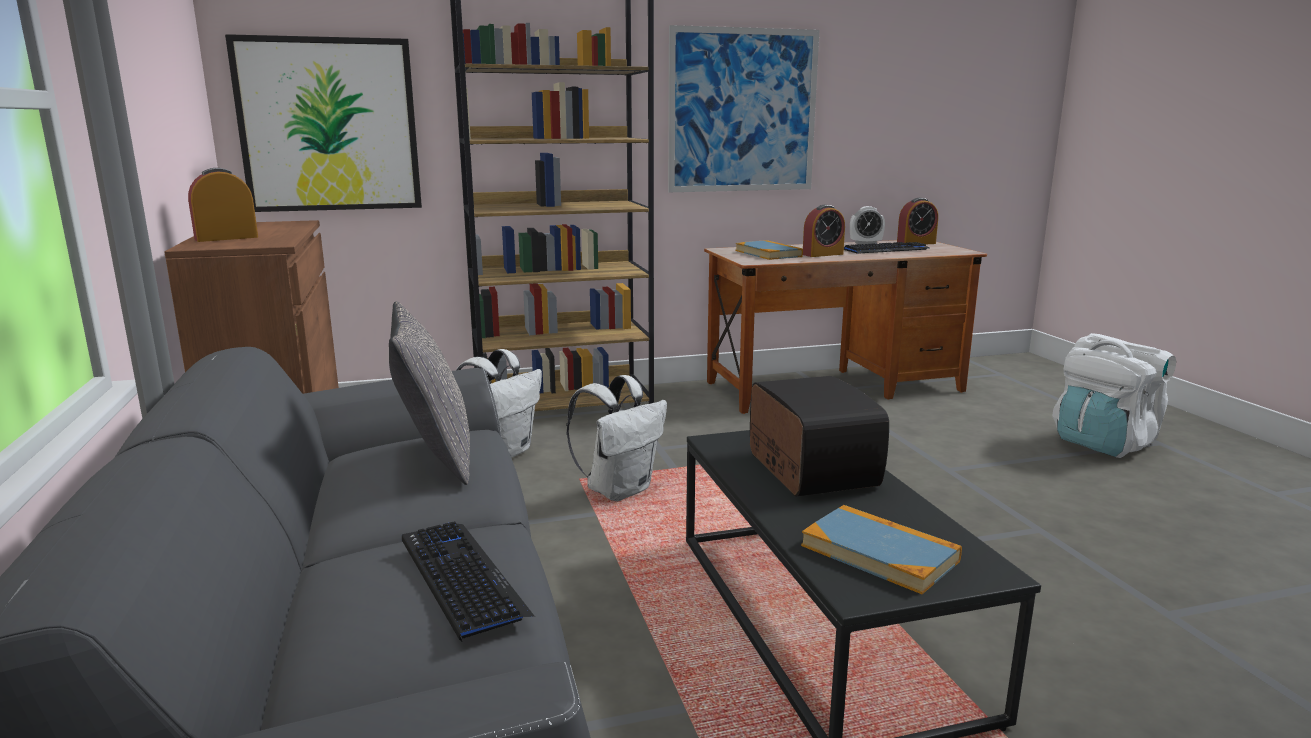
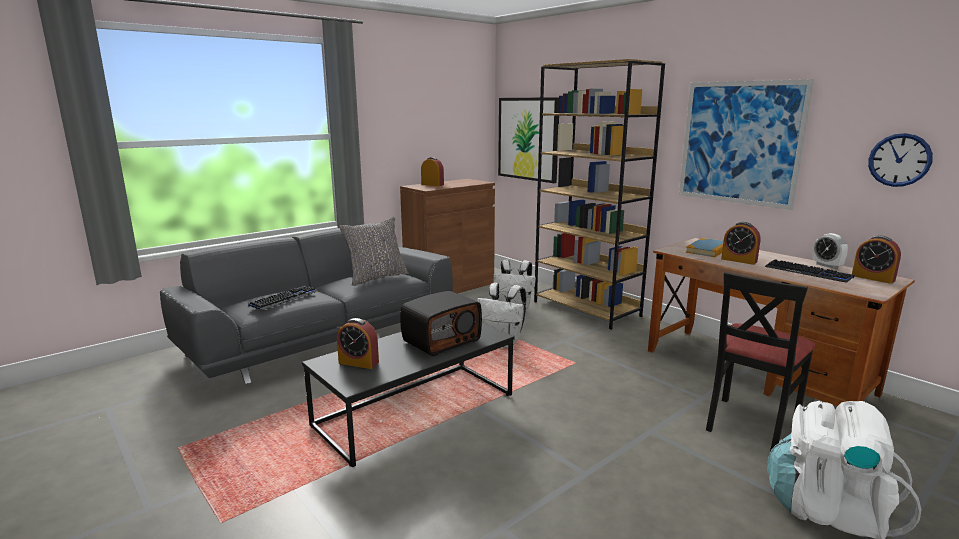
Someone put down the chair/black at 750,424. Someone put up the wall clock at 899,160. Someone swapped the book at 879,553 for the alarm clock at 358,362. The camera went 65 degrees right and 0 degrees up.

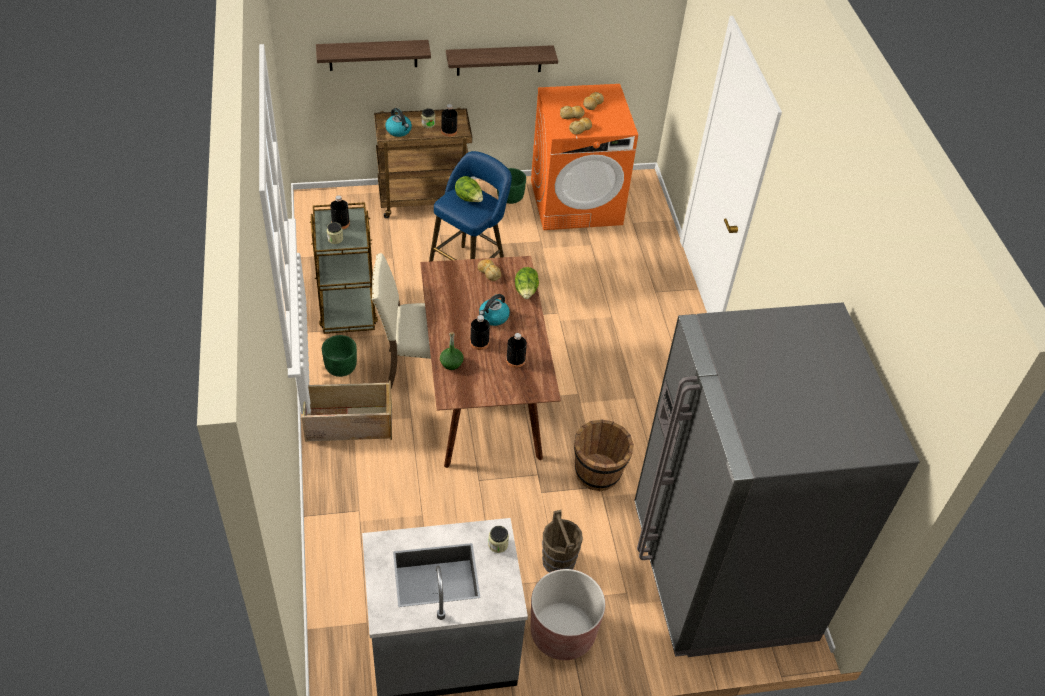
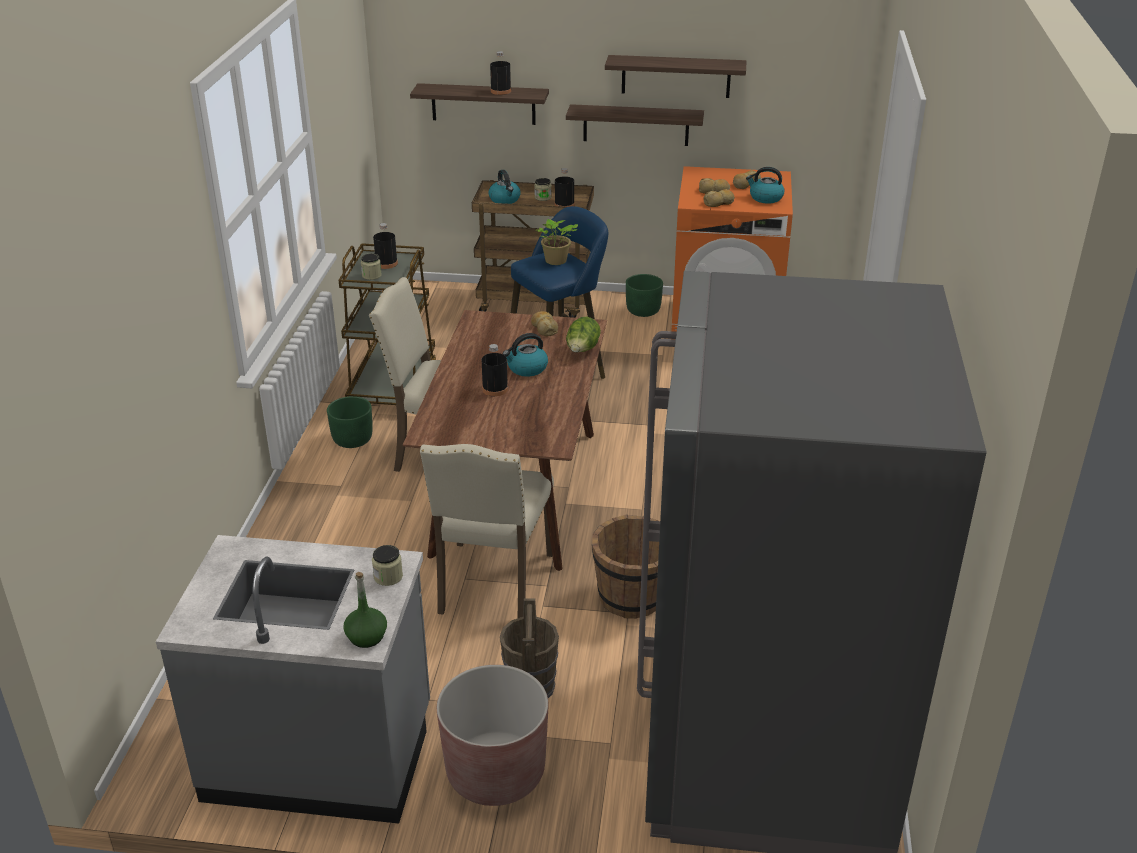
Someone took away the crate at 348,424. Someone put down the chair/beige at 492,584. Someone put up the shelf at 676,76. Someone put down the kettle at 765,198. Someone carried the bottle/green from 451,363 to 366,637. Someone carried the bottle/black from 515,360 to 501,91. Someone swapped the lettuce at 469,199 for the potted plant at 555,261. The camera went 20 degrees right and 15 degrees down.

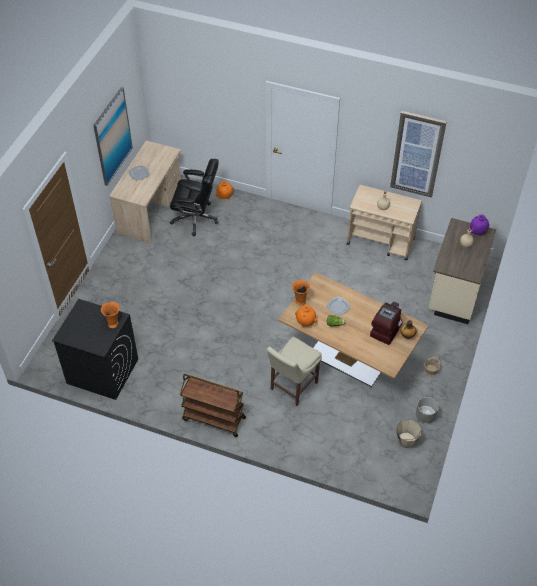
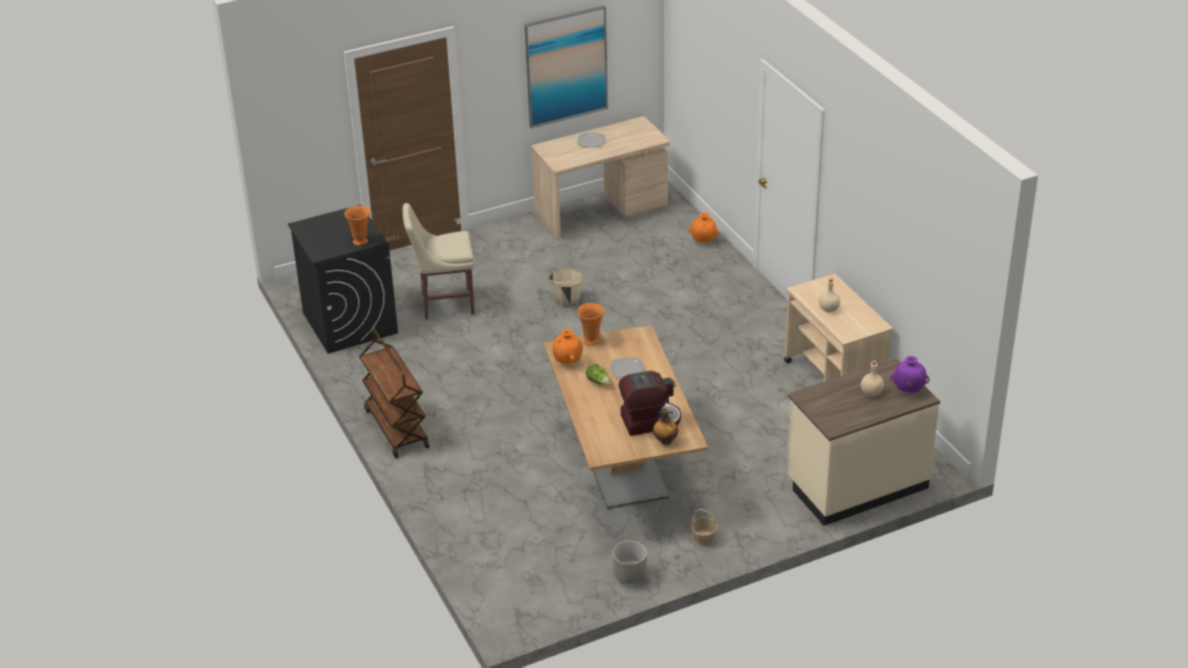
Someone took away the office chair/black at 196,218. Someone took away the picture at 417,154. Someone carried the chair/beige from 292,387 to 444,303. Someone carried the bucket/beige from 406,440 to 566,300. The camera went 45 degrees right and 15 degrees down.

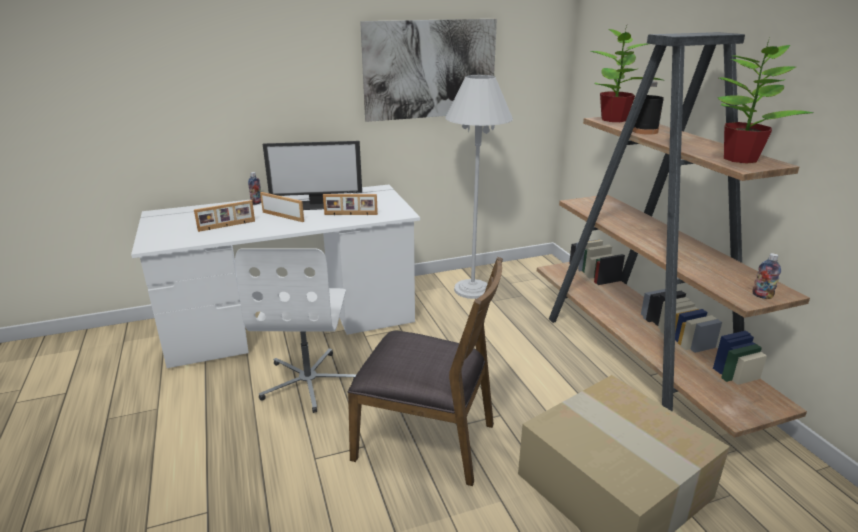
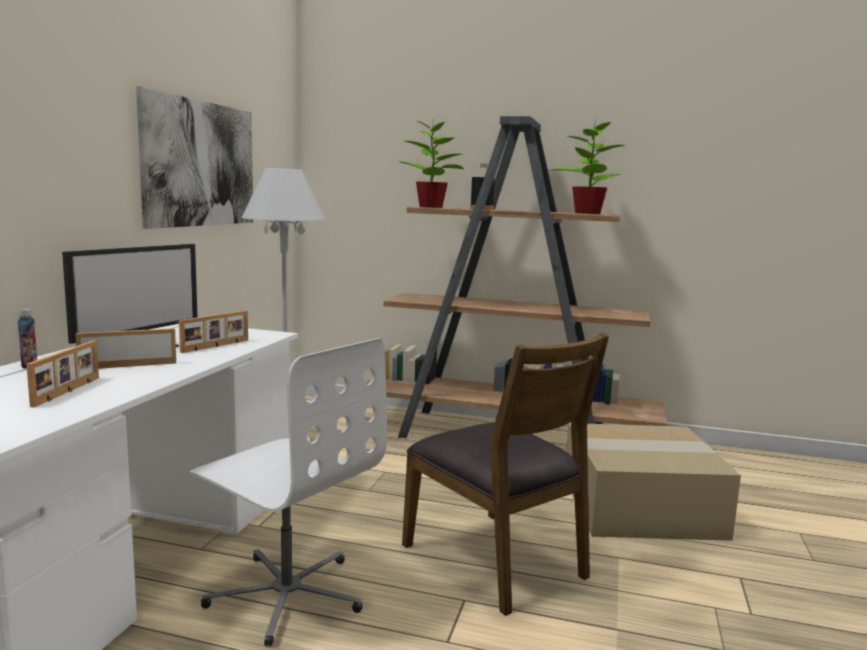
Someone took away the bottle at 762,296. Someone rotated the chair/brown at 426,439 by 90 degrees clockwise. The camera went 55 degrees left and 15 degrees down.

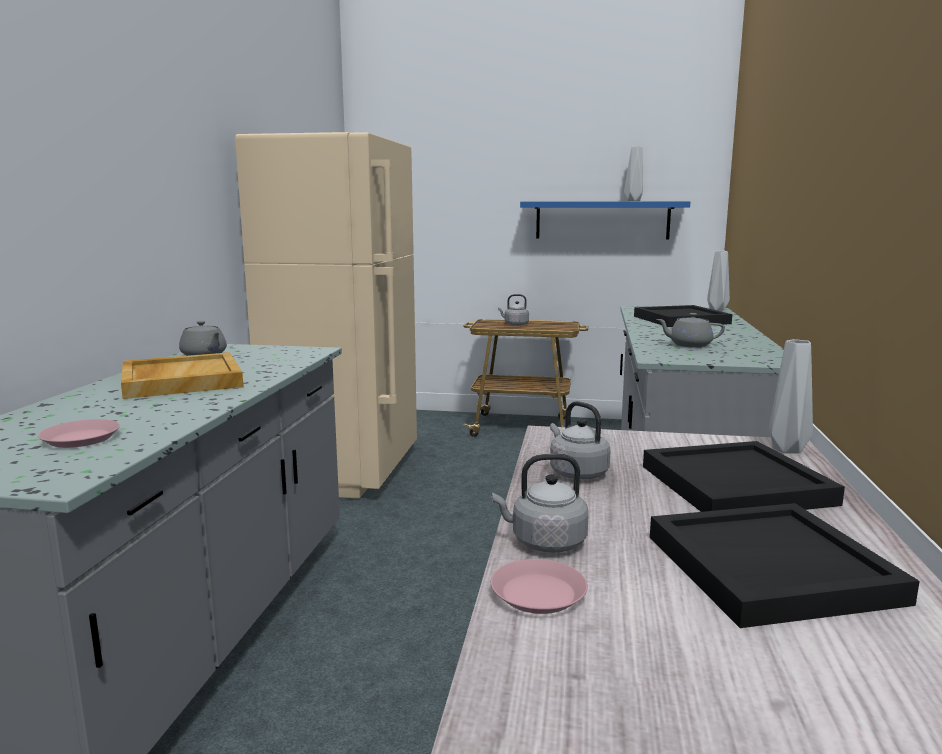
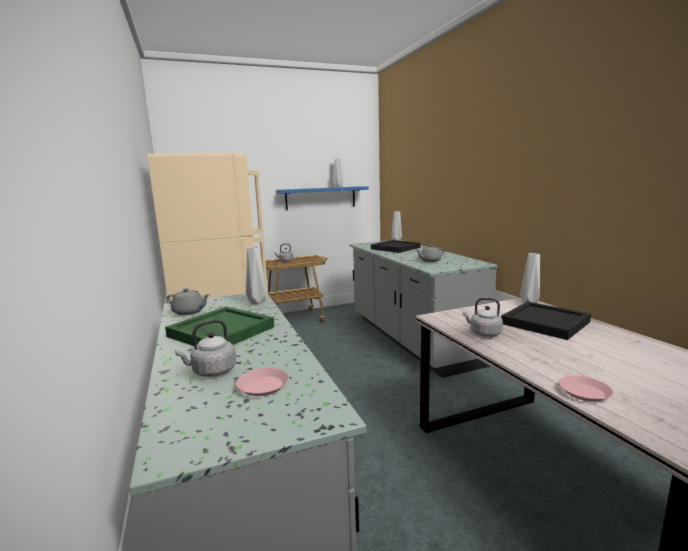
Someone took away the tray/black at 769,569. Someone put down the vase/grey at 258,302. Someone carried the kettle/grey from 544,542 to 212,371. Someone repainted the tray/beige at 180,380, which became the tray/green at 220,332. The camera went 30 degrees left and 0 degrees up.

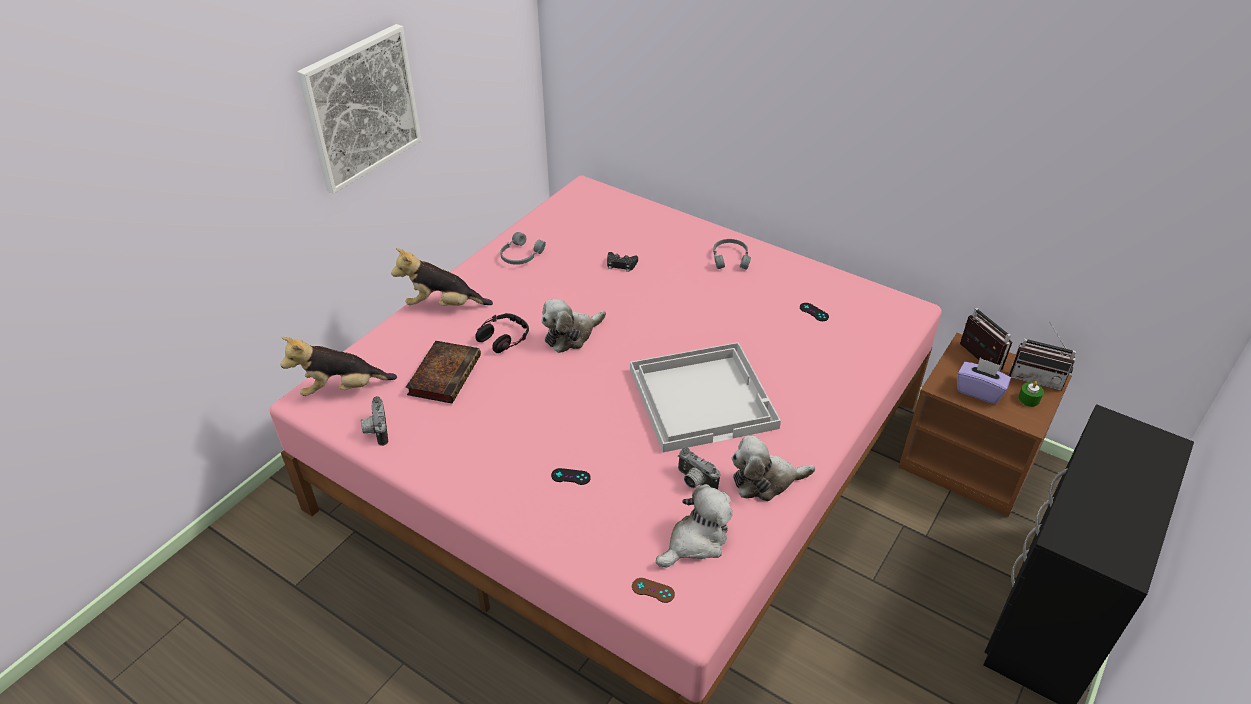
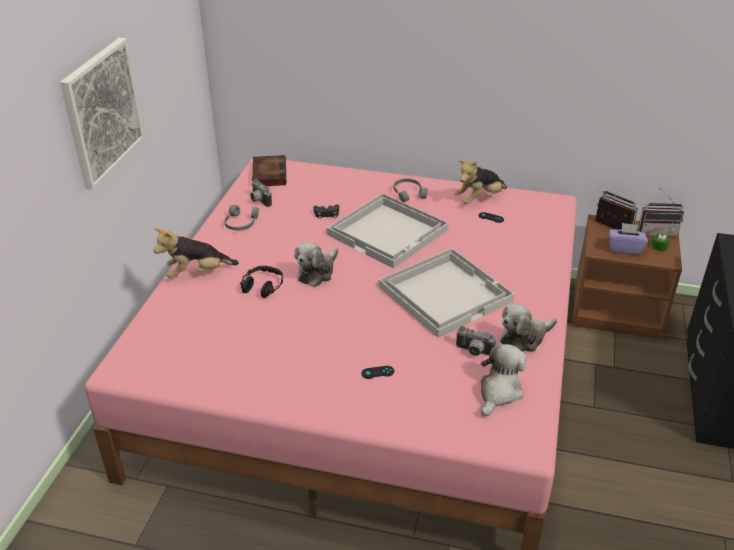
Someone took away the game controller/brown at 653,590. Someone put down the tray/white at 389,232. Someone carried the plush toy from 342,389 to 479,199. Someone carried the photo camera from 375,430 to 259,201. Someone carried the book from 445,374 to 269,173. The camera went 20 degrees left and 5 degrees down.

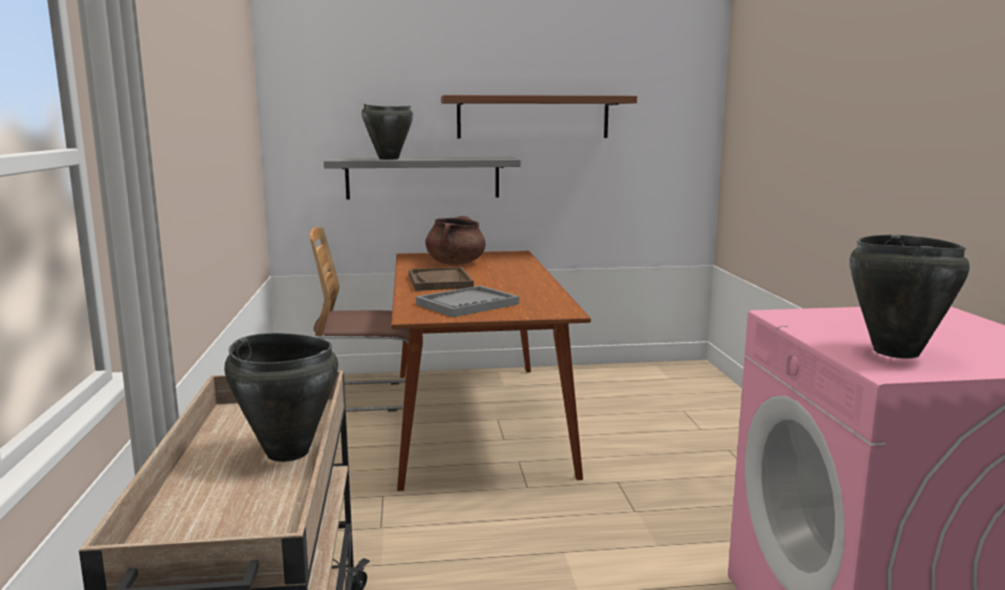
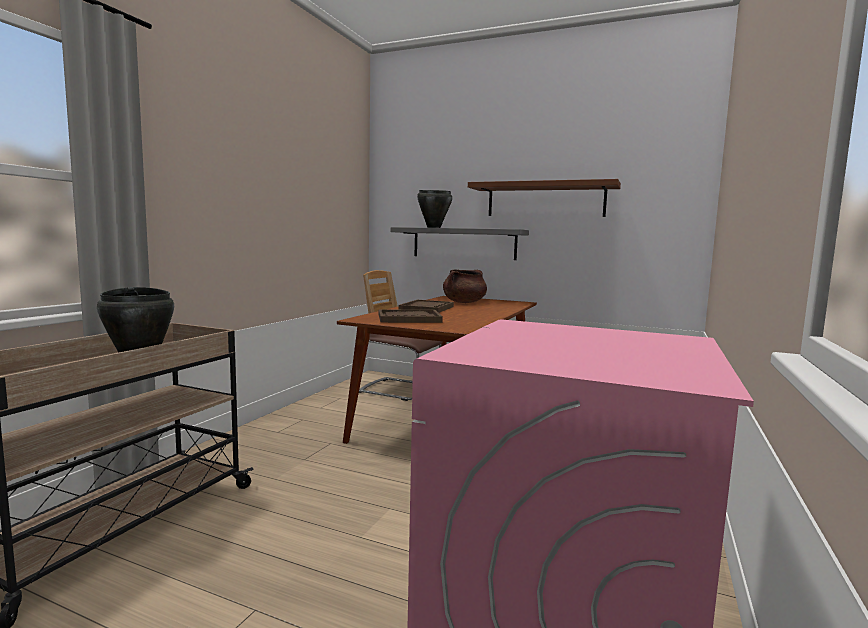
Someone took away the cooking pot/black at 895,352. Someone repainted the tray/grey at 467,304, which became the tray/brown at 409,318. The camera went 30 degrees right and 5 degrees down.

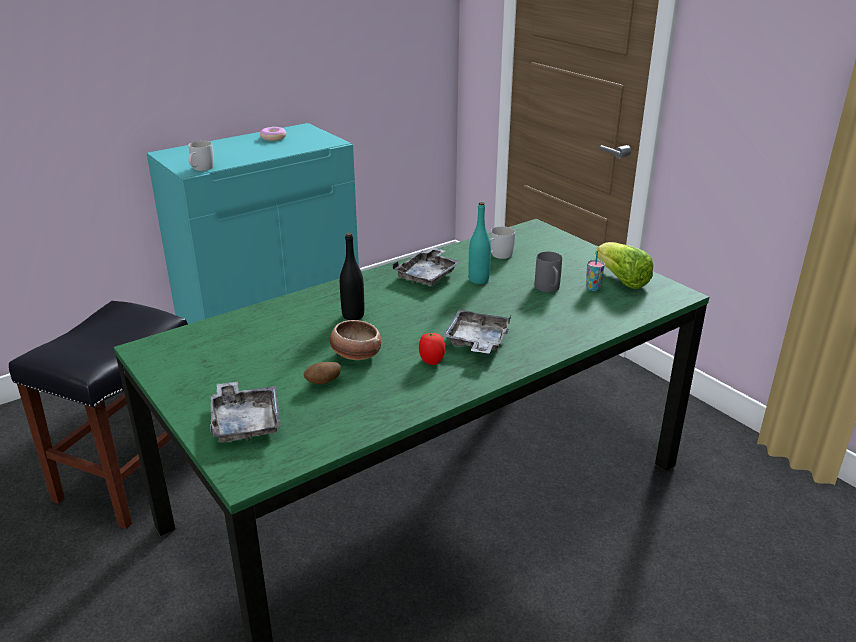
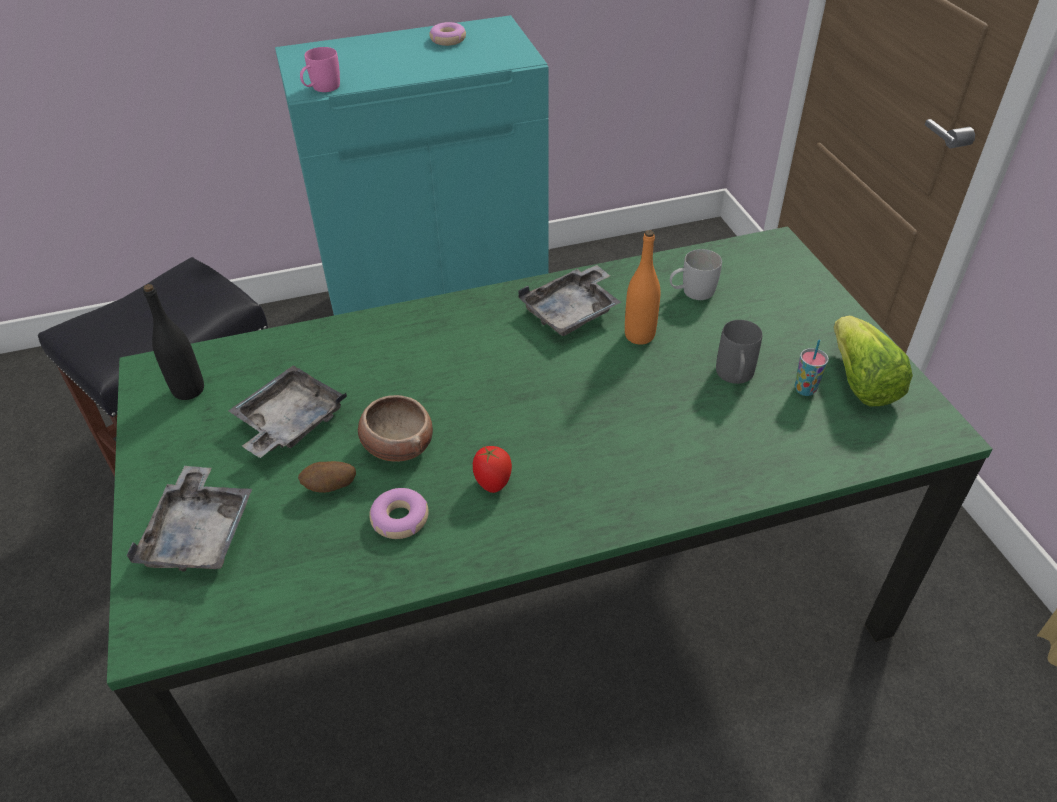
Someone put down the donut at 400,519. Someone carried the bottle/black from 353,315 to 188,390. Someone carried the tray/grey from 477,341 to 289,422. Someone repainted the mug/white at 201,169, which became the mug/pink at 321,89. Someone repainted the bottle/turquoise at 478,280, which became the bottle/orange at 639,335. The camera went 20 degrees right and 15 degrees up.

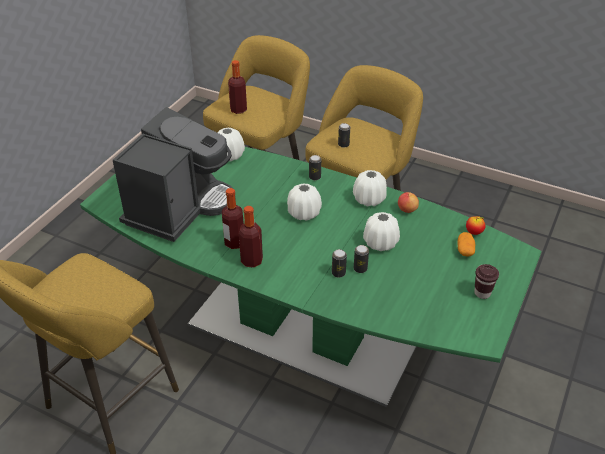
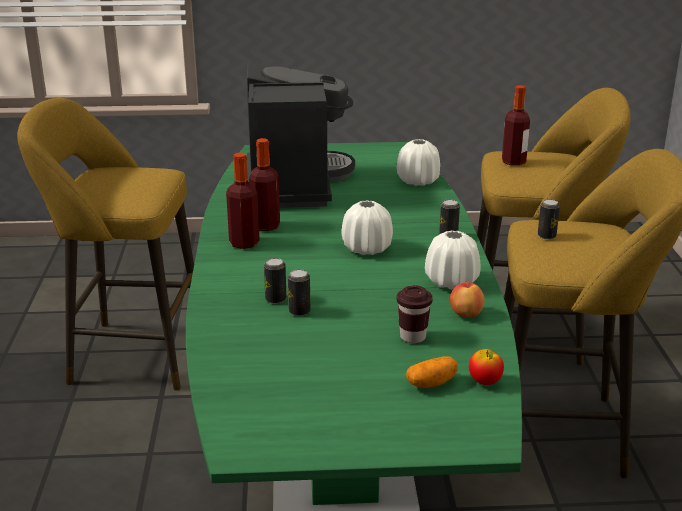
Someone took away the vase/white at 380,243. Someone carried the cup/brown from 482,293 to 412,337. Someone rotated the coffee machine at 179,207 by 90 degrees counterclockwise. The camera went 60 degrees right and 15 degrees down.

